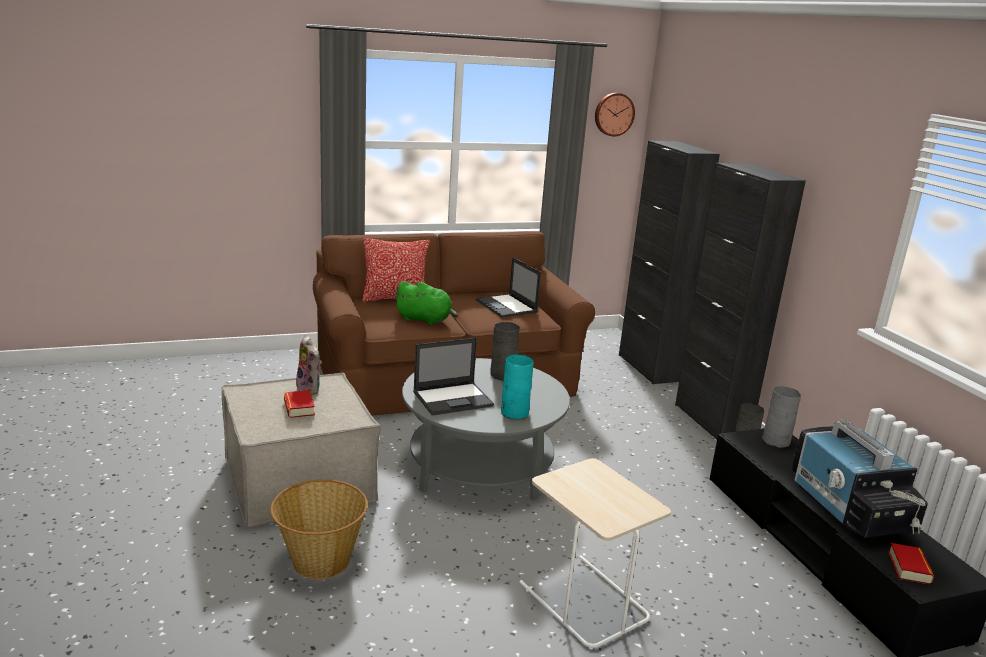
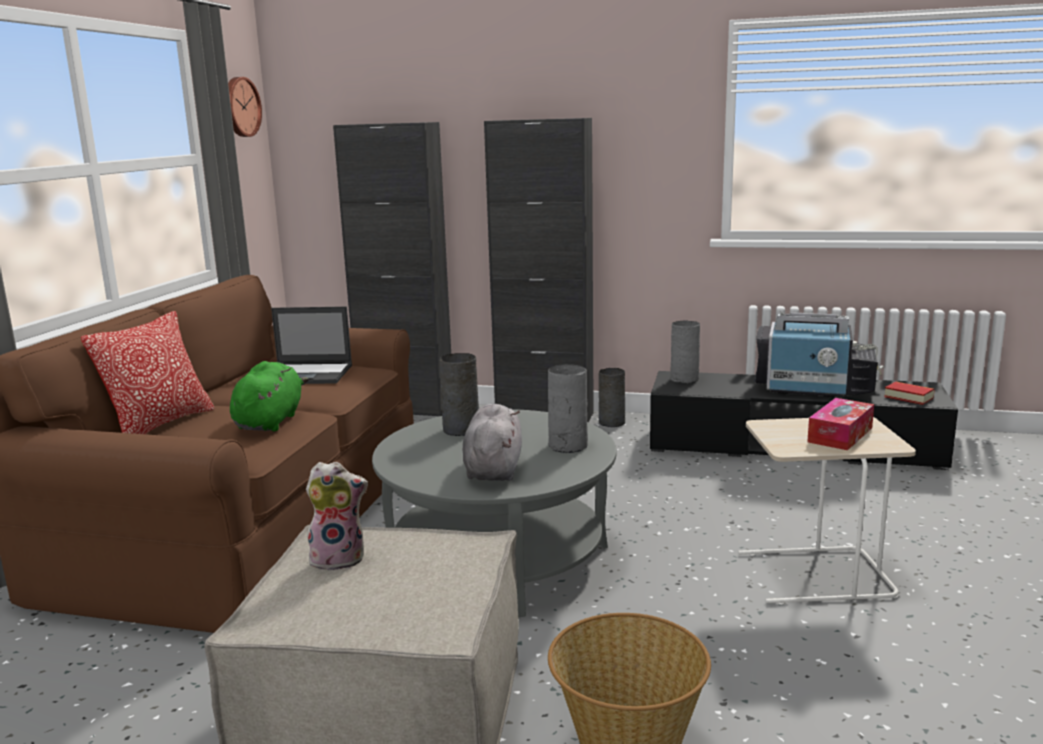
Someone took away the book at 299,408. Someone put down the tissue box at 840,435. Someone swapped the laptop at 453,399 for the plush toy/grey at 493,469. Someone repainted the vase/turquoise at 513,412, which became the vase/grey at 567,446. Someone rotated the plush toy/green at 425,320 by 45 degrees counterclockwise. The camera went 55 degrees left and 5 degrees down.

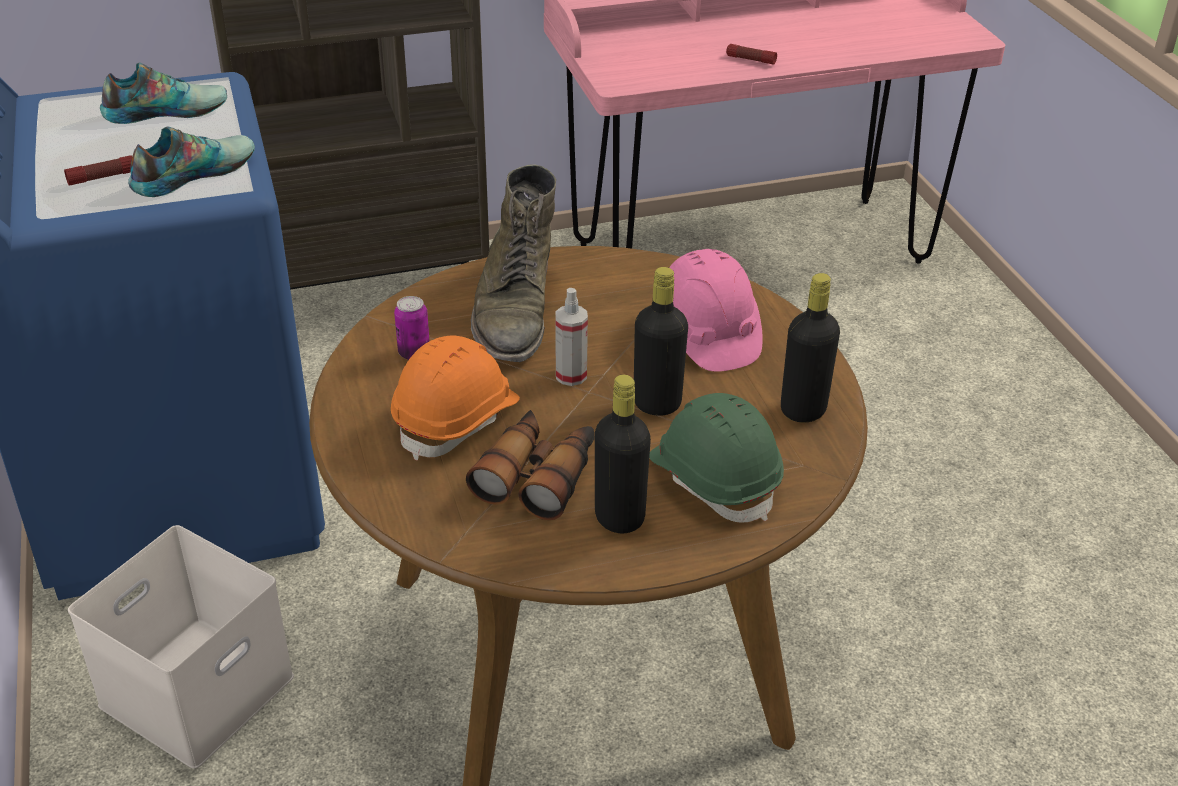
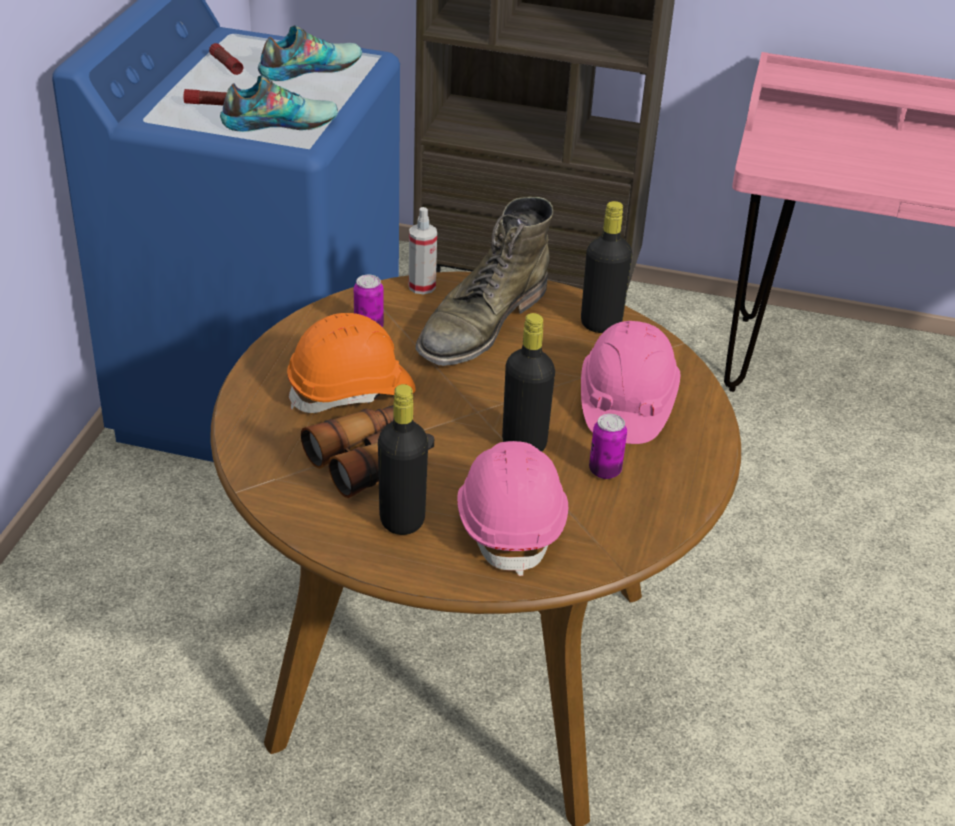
Someone took away the storage box/white at 197,687. Someone put down the can at 605,471. Someone carried the spray bottle from 571,375 to 422,286. Someone carried the flashlight from 750,60 to 226,65. Someone carried the bottle/black from 803,410 to 601,324. Someone repainted the hard hat/green at 714,479, which became the hard hat/pink at 511,524. Someone rotated the shoe at 166,110 by 45 degrees counterclockwise. The camera went 30 degrees right and 0 degrees up.

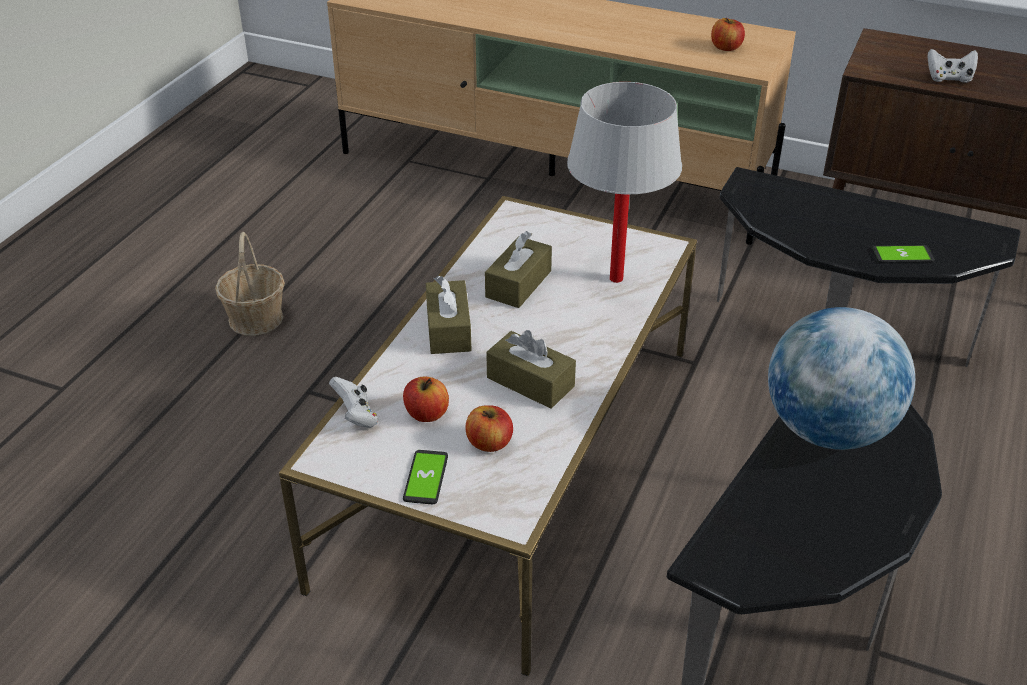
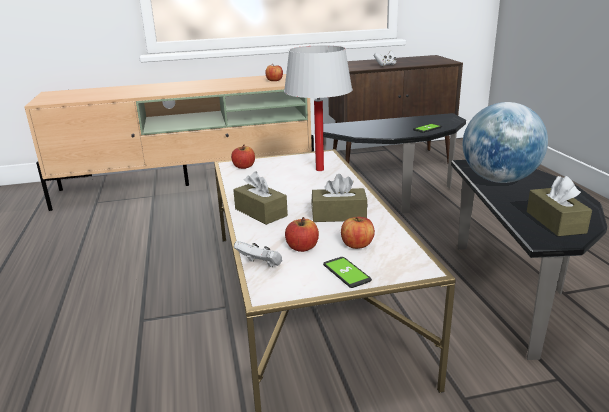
Someone took away the basket at 256,318. Someone put down the apple at 244,167. Someone carried the tissue box/brown from 518,284 to 555,222. The camera went 35 degrees left and 15 degrees down.

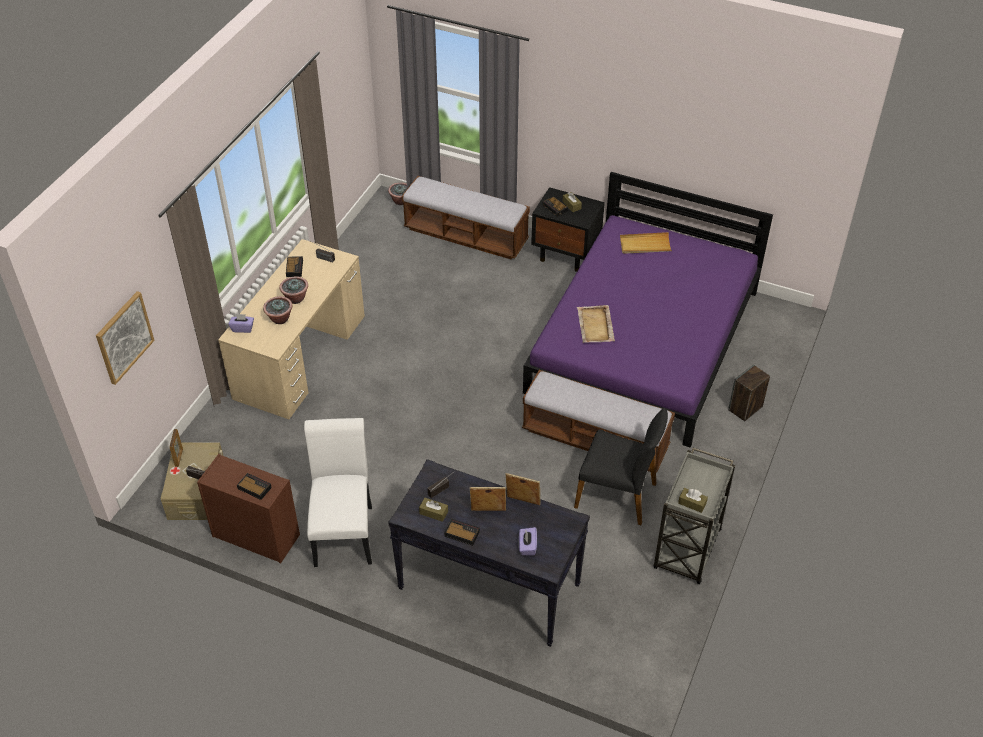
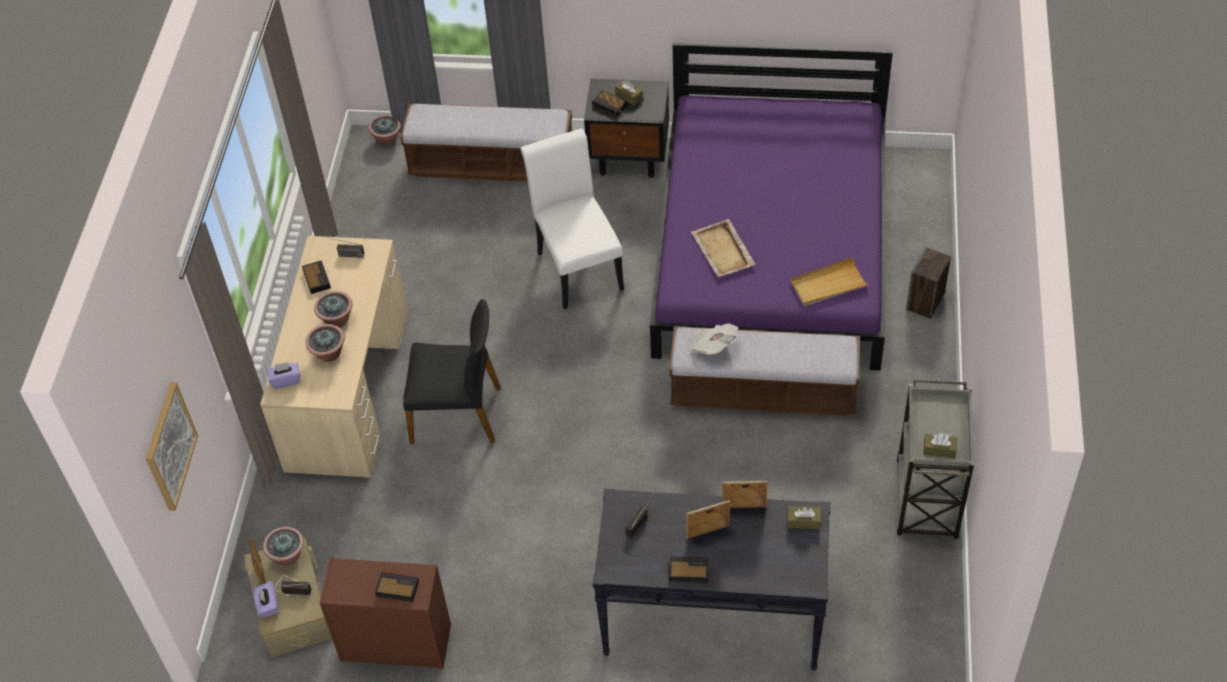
Someone put down the potted plant at 287,556. Someone put down the newspaper at 713,346. Someone carried the chair/white from 344,530 to 577,266. Someone carried the tissue box/brown from 433,513 to 803,521. Someone carried the tissue box/purple from 527,546 to 268,605. Someone carried the chair/black from 617,495 to 457,414. Someone carried the tray/beige from 645,245 to 828,284. The camera went 15 degrees left and 5 degrees up.

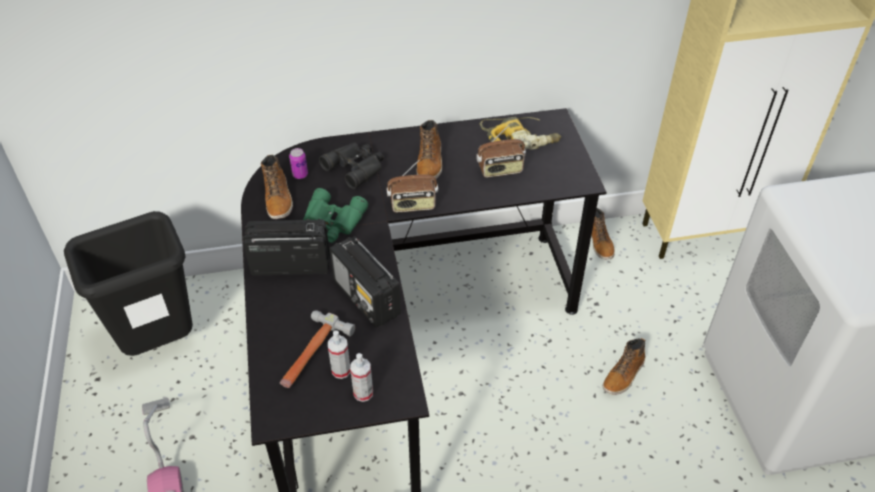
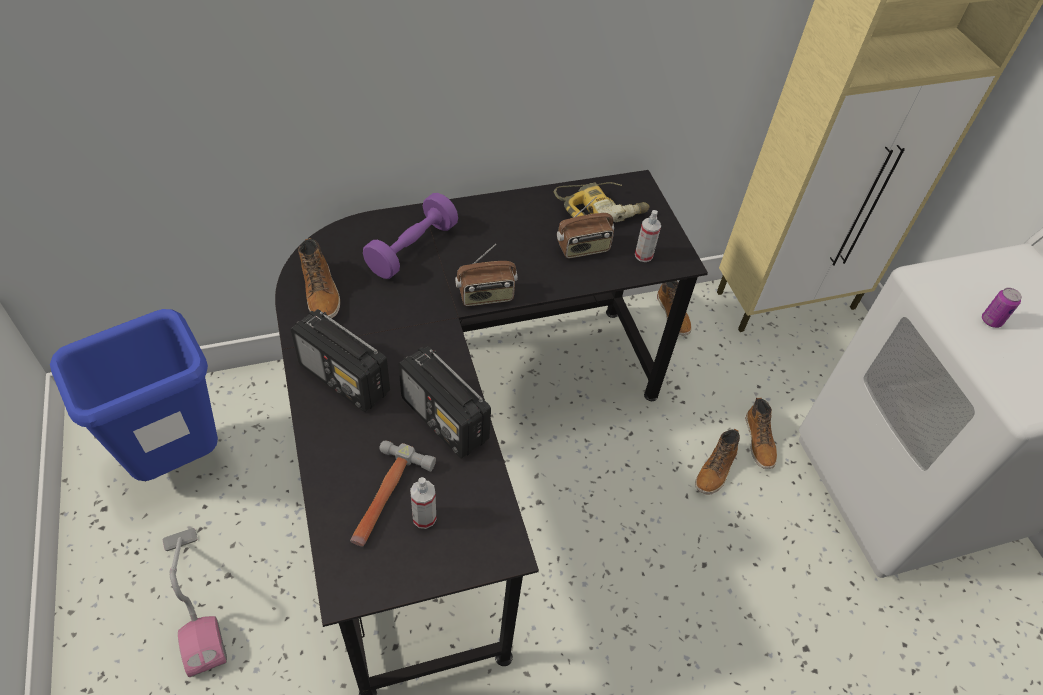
Someone took away the binoculars/green at 332,223. Someone carried the can from 300,175 to 991,321. Someone carried the spray bottle from 363,393 to 643,255. Someone carried the boot from 430,163 to 759,441. Someone swapped the binoculars/black at 356,167 for the dumbbell/purple at 412,249. Someone repainted the trash can/black at 161,344, which became the trash can/blue at 179,460. Someone rotated the radio at 290,264 by 135 degrees counterclockwise. The camera went 10 degrees left and 5 degrees up.

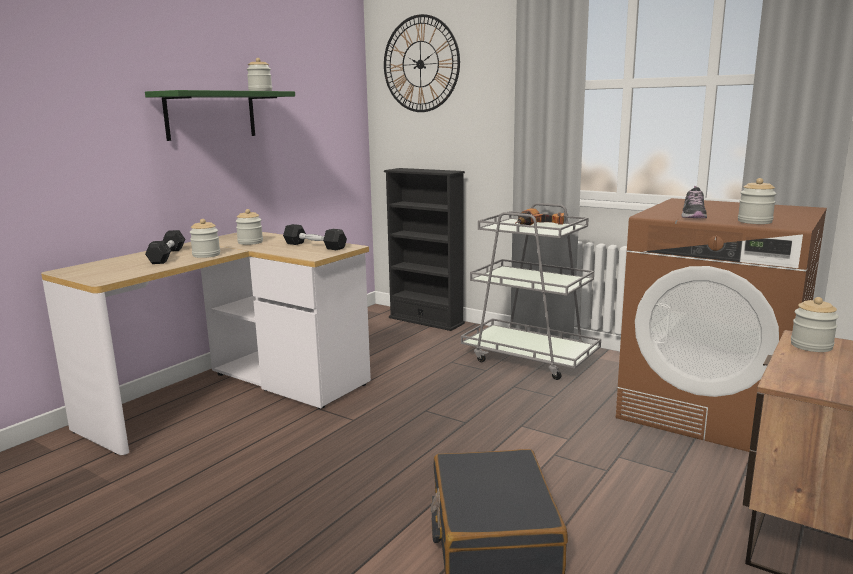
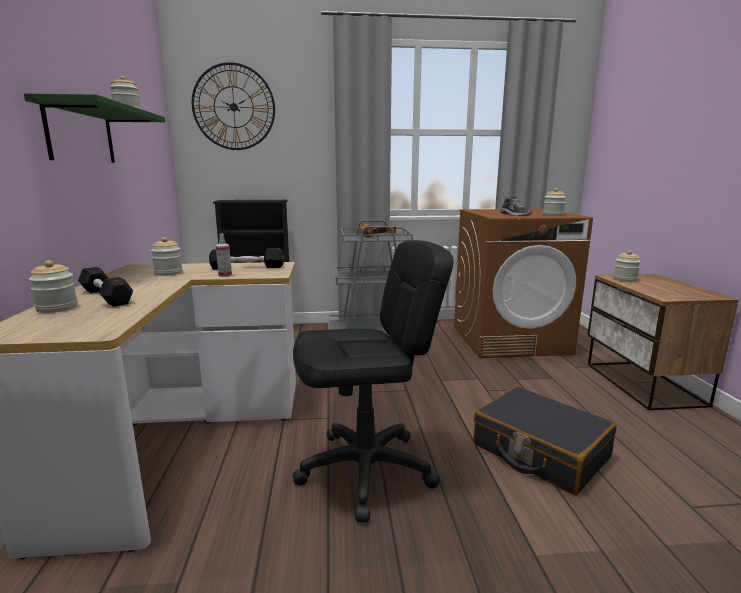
Someone put down the spray bottle at 225,275. Someone put down the office chair/black at 366,470. Someone carried the jar from 206,255 to 57,308. The camera went 40 degrees left and 0 degrees up.

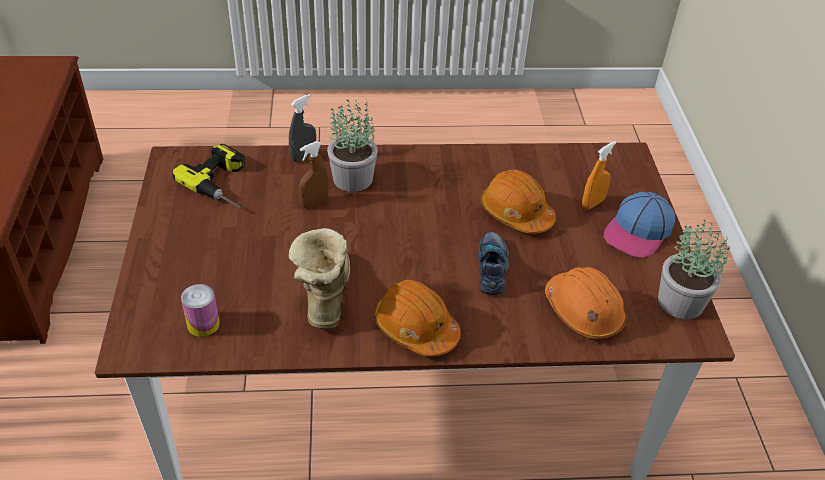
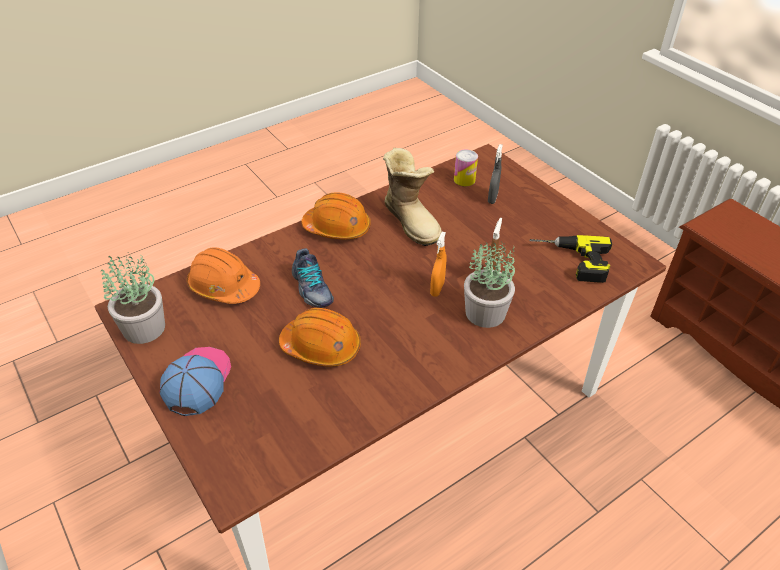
Someone carried the spray bottle/grey from 303,156 to 492,198. Someone carried the spray bottle/orange from 592,203 to 437,289. The camera went 150 degrees right and 0 degrees up.

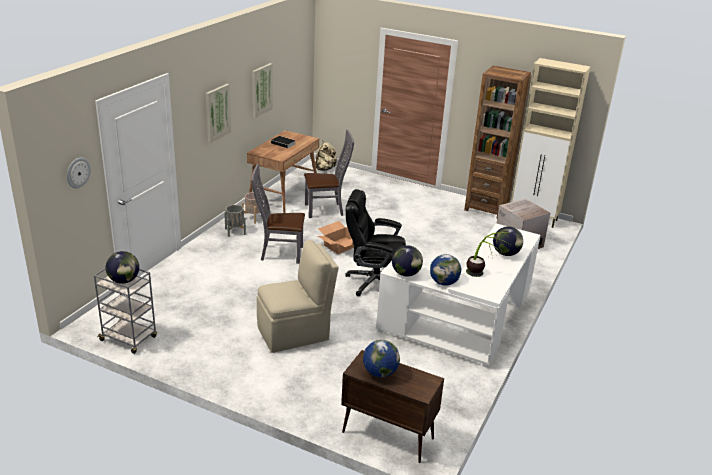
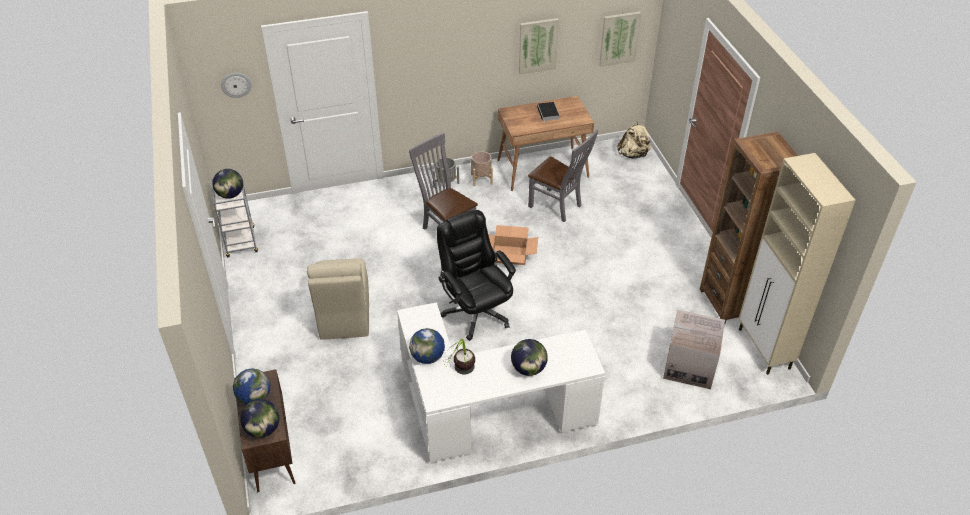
Someone carried the picture from 217,113 to 619,38. Someone carried the globe from 406,274 to 263,429. Someone rotated the chair/beige at 295,333 by 60 degrees clockwise. The camera went 50 degrees right and 15 degrees up.

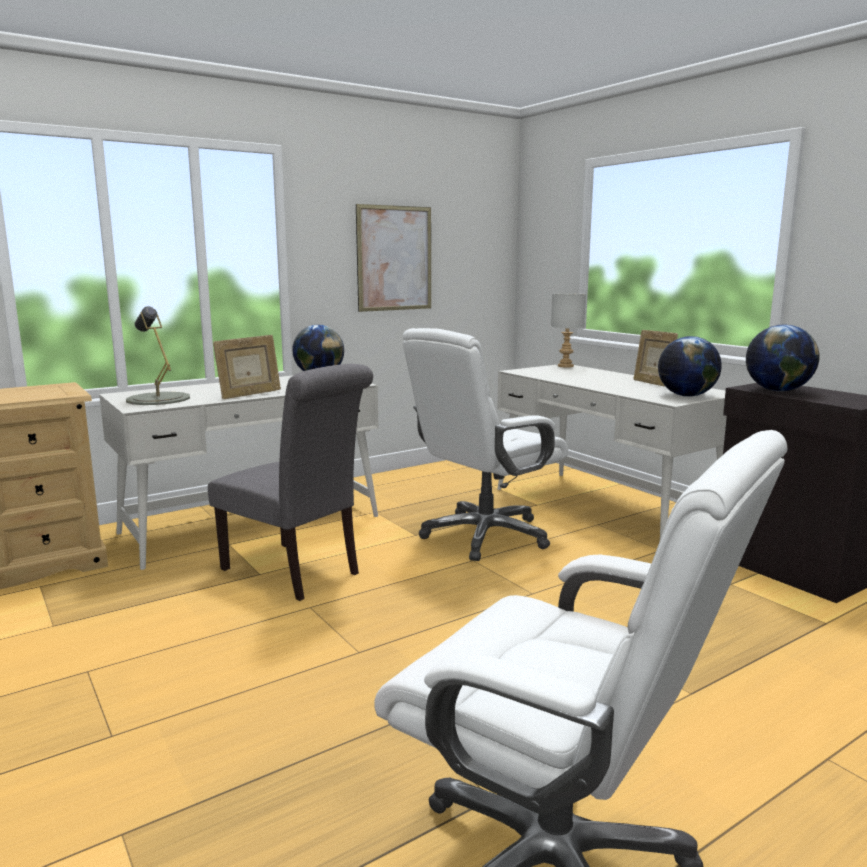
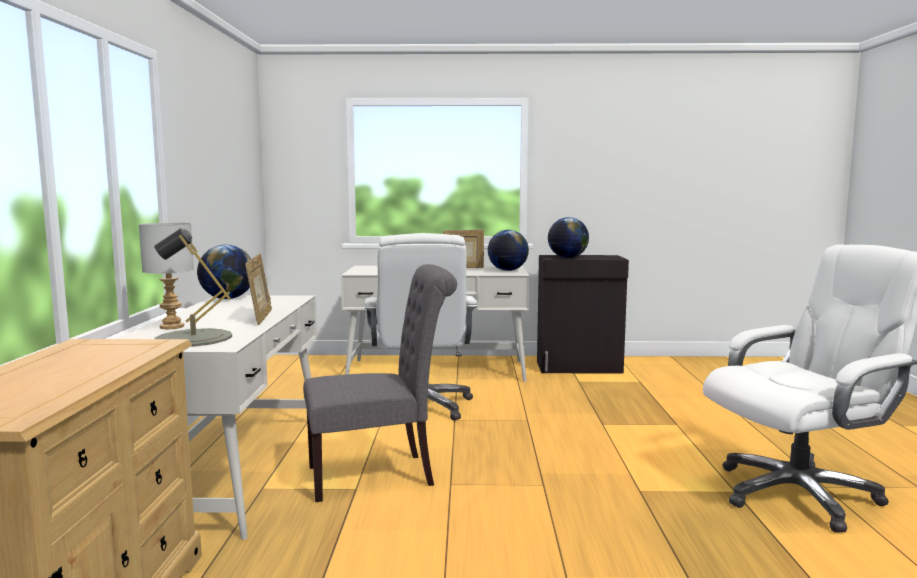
Someone took away the picture at 394,258. Someone carried the table lamp/grey from 565,366 to 171,327. The camera went 55 degrees left and 5 degrees down.

